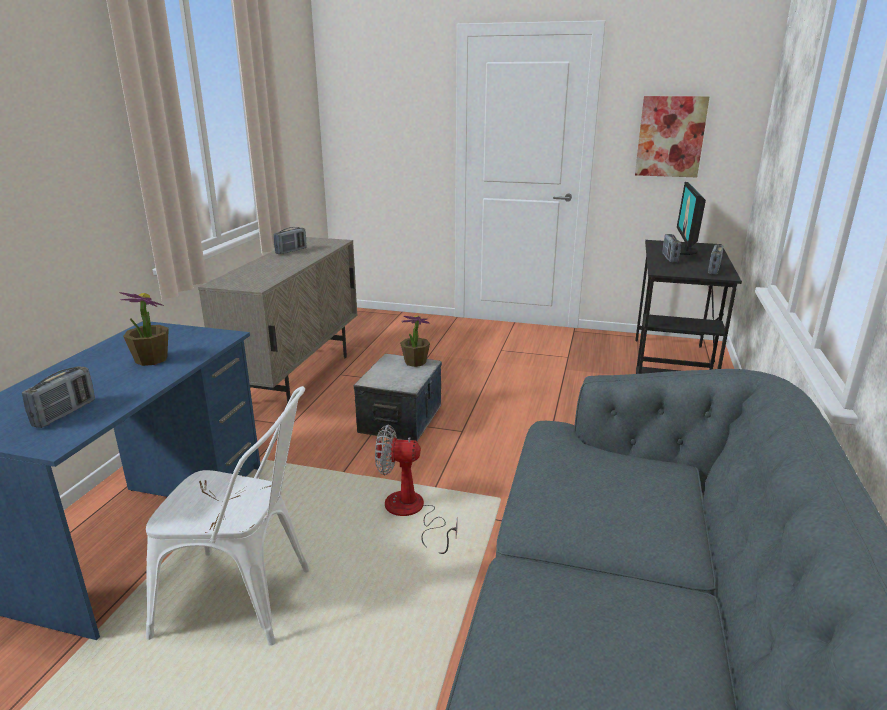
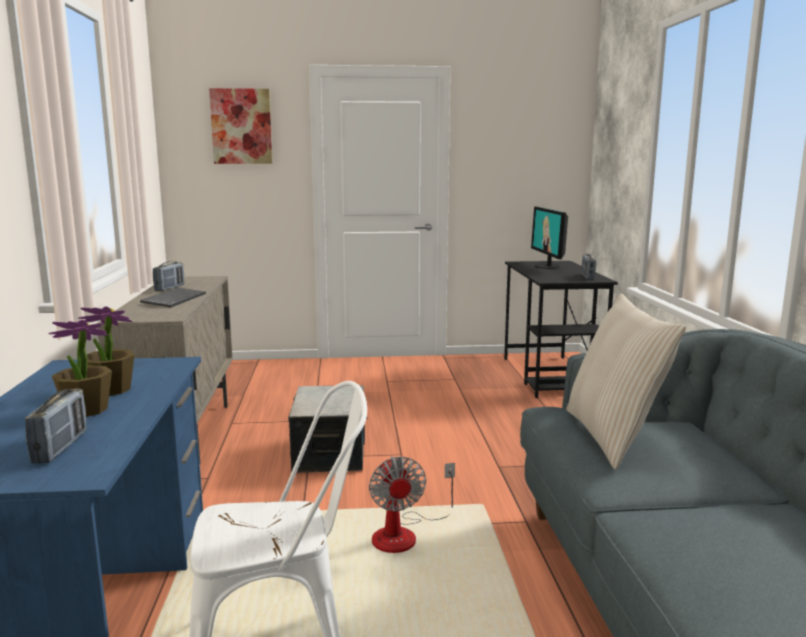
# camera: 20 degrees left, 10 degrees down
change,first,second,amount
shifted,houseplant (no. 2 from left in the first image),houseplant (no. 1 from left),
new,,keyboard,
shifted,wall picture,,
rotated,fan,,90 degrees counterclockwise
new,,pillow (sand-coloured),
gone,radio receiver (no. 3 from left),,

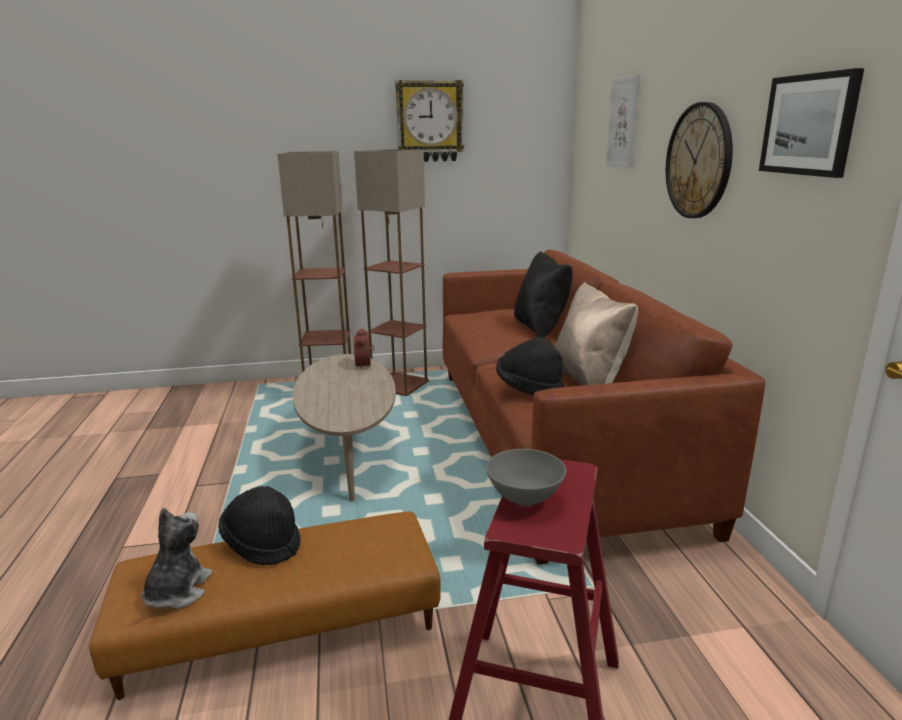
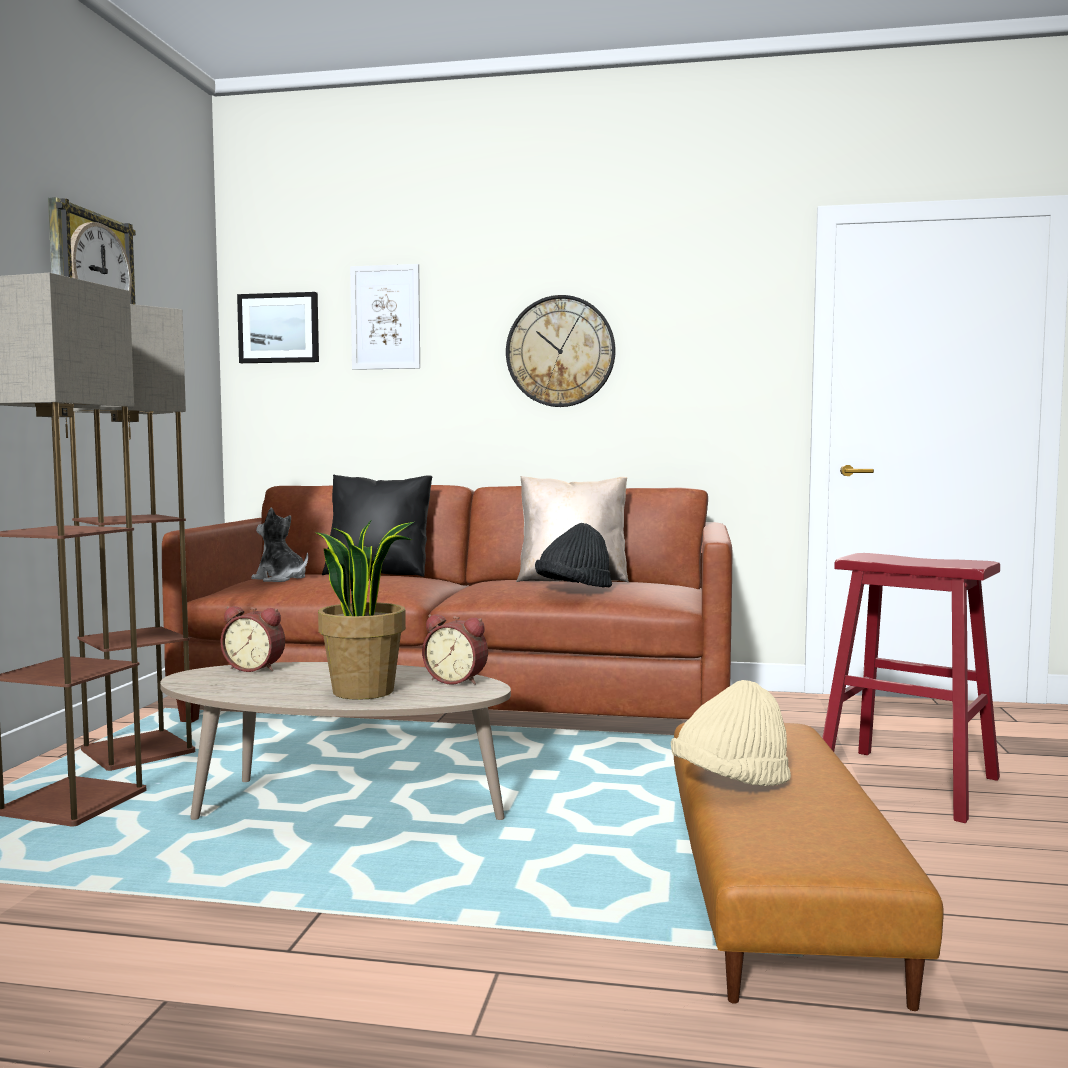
# camera: 70 degrees left, 15 degrees down
change,first,second,amount
shifted,wall picture (no. 2 from left in the first image),wall picture (no. 1 from left),
shifted,cuddly toy,,
new,,houseplant,
new,,table clock (no. 2 from left),
repainted,wearable hat (blackish) (no. 1 from left),wearable hat (sand-coloured),
gone,bowl (gray),,

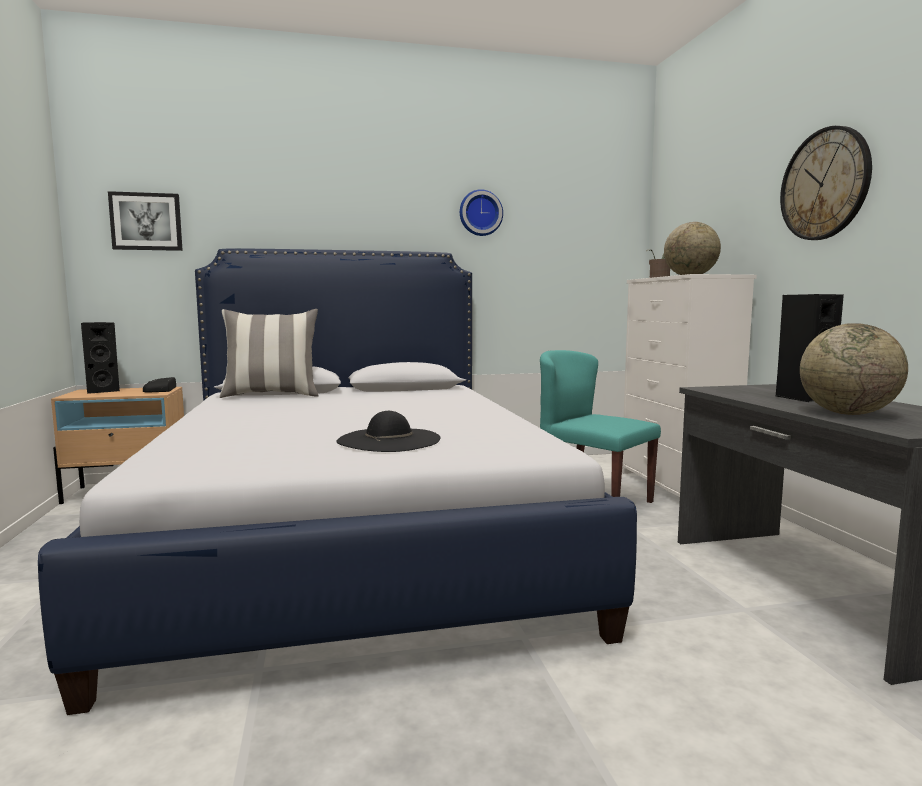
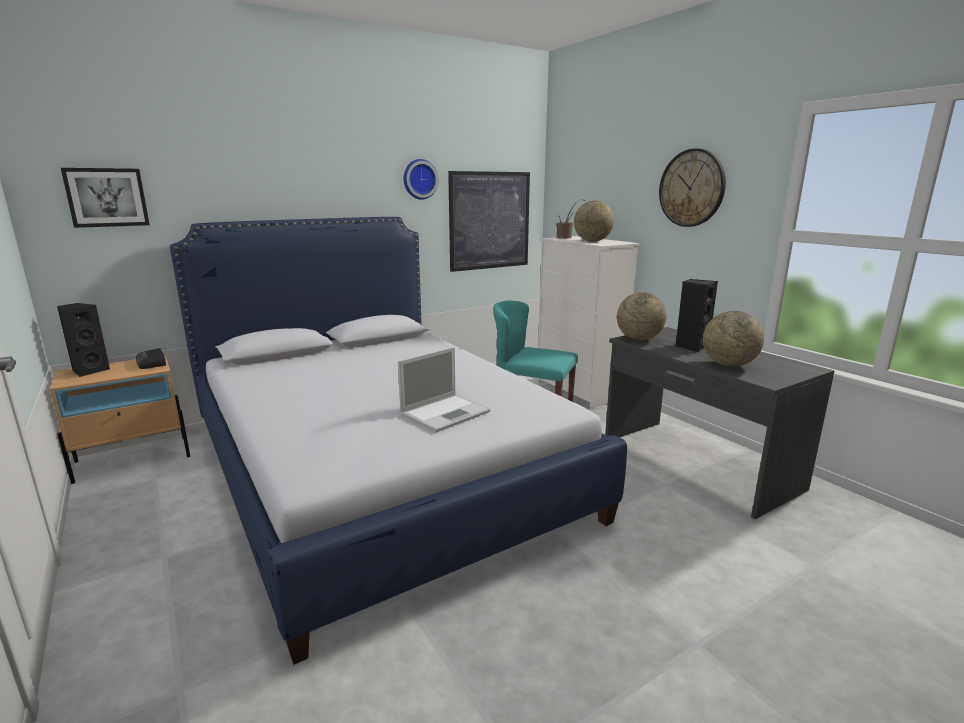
# camera: 20 degrees left, 10 degrees up
change,first,second,amount
swapped,wearable hat (blackish),portable computer,
new,,wall picture (no. 2 from left),
new,,world globe (no. 2 from left),
gone,pillow,,

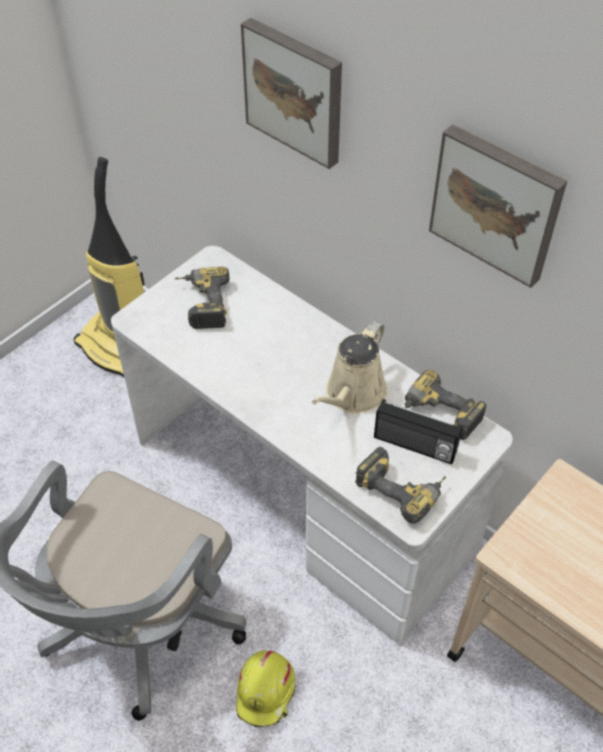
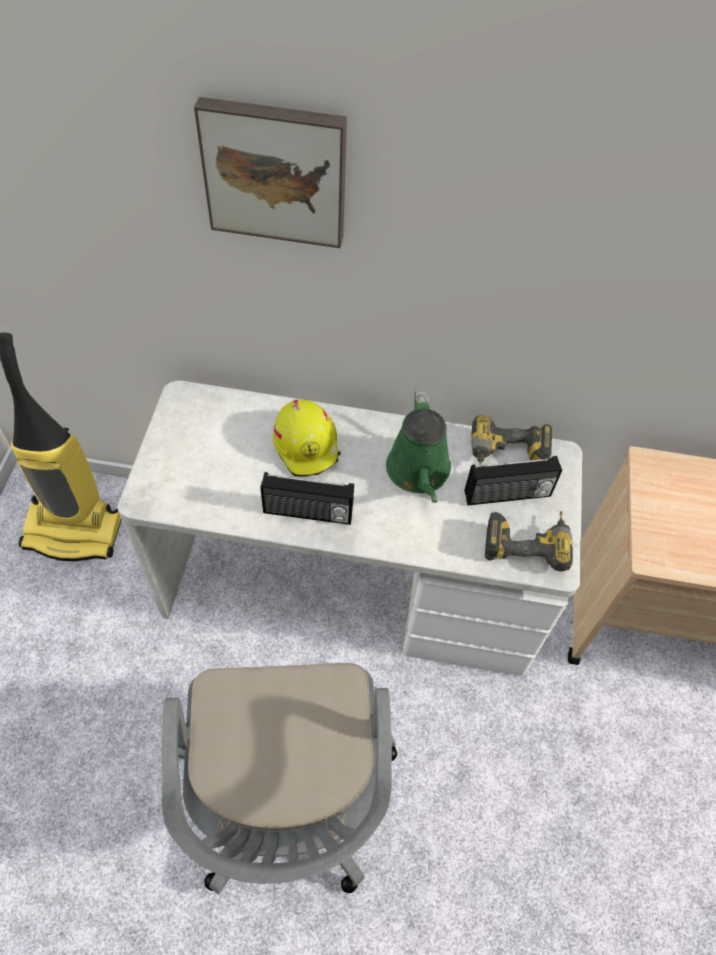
# camera: 35 degrees left, 5 degrees up
change,first,second,amount
new,,radio receiver (no. 1 from left),
shifted,hard hat (yellowish),,
repainted,sprinkling can (sand-coloured),sprinkling can (green),
gone,drill (no. 1 from left),,
gone,wall picture (no. 2 from left),,

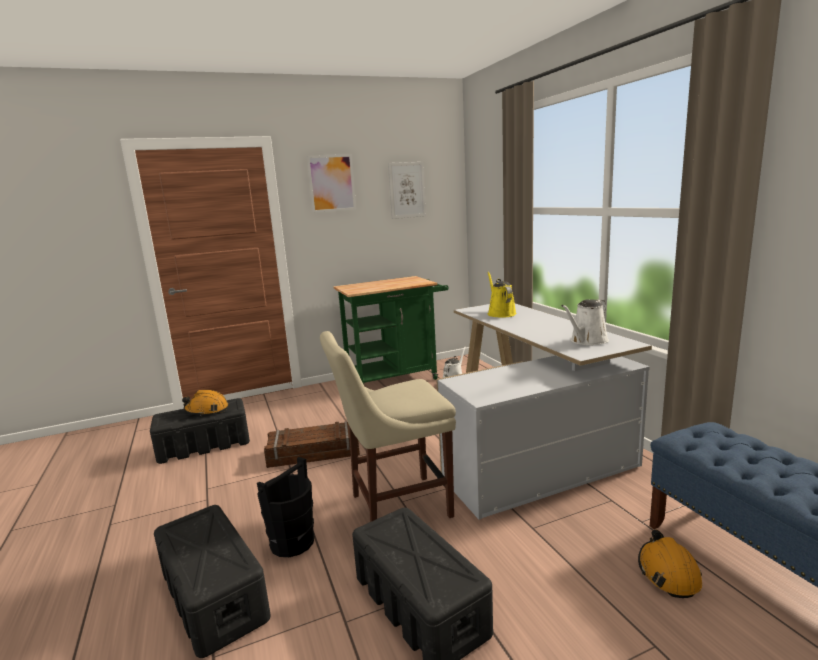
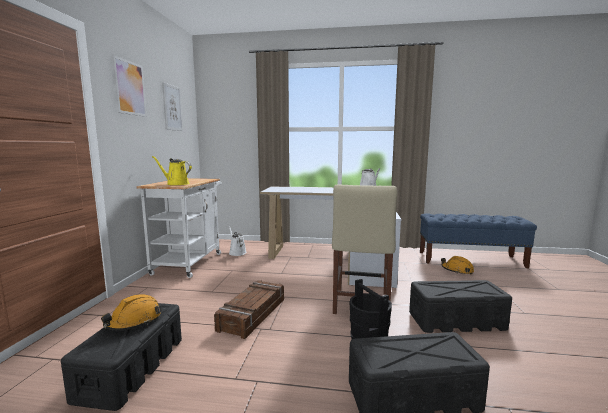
# camera: 60 degrees left, 5 degrees down
change,first,second,amount
repainted,trolley (green),trolley (white),
shifted,sprinkling can (yellowish),,

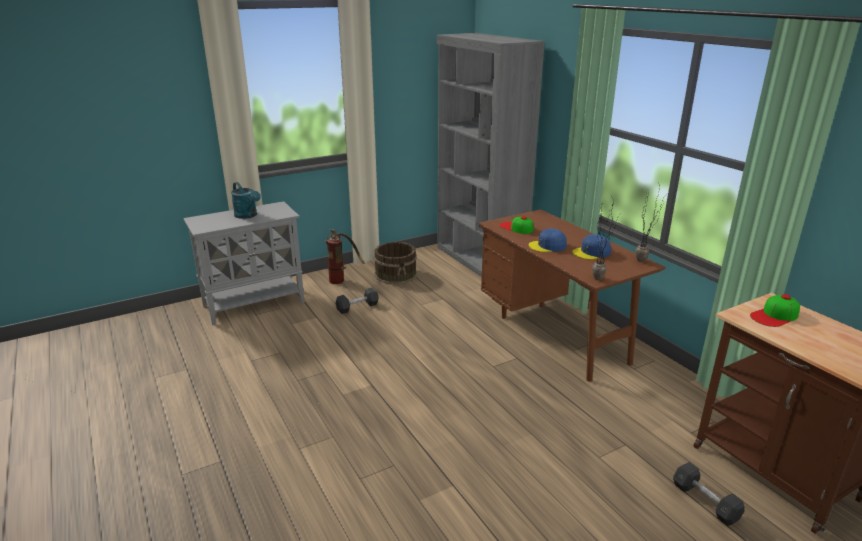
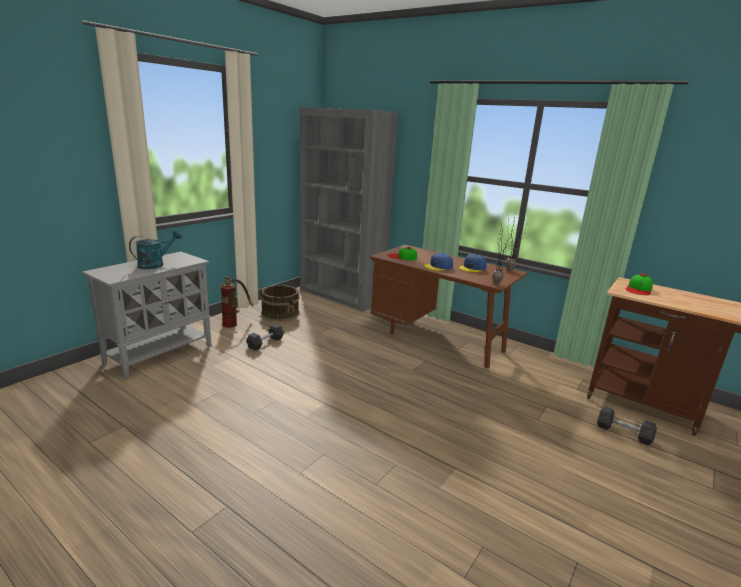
# camera: 25 degrees left, 5 degrees down
change,first,second,amount
rotated,sprinkling can (turquoise-coloured),,75 degrees counterclockwise

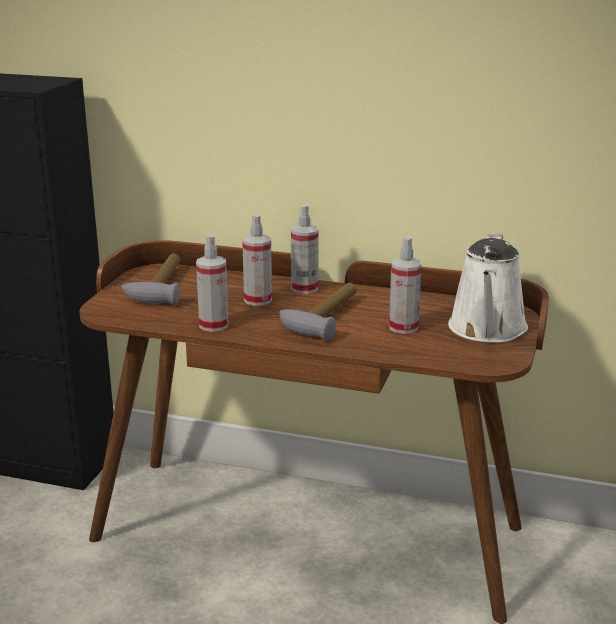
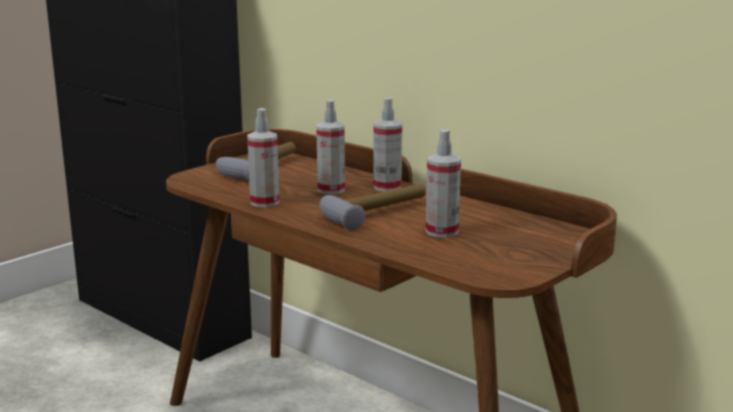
# camera: 25 degrees right, 5 degrees down
change,first,second,amount
gone,sprinkling can (white),,

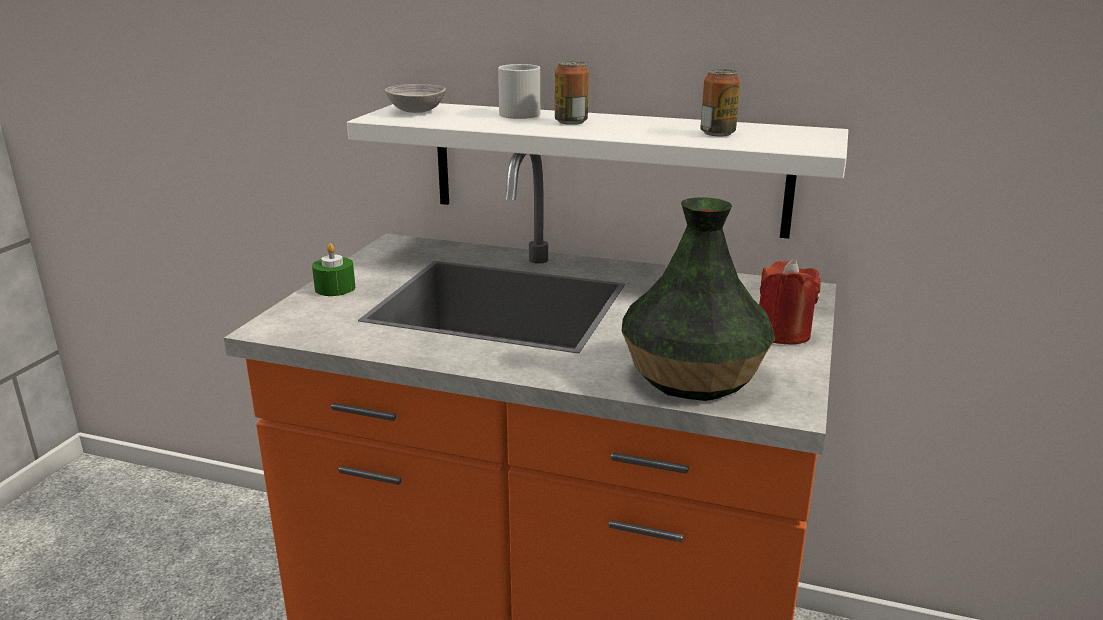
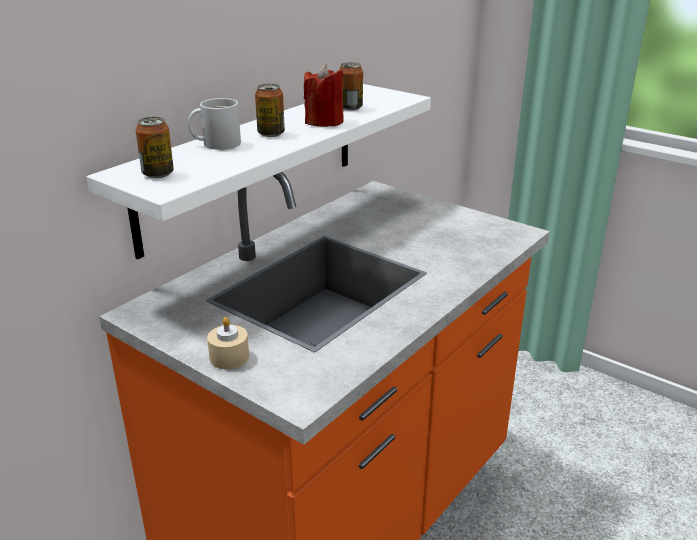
# camera: 70 degrees left, 5 degrees up
change,first,second,amount
swapped,bowl (gray),can (no. 1 from left),
repainted,wax candle (green),wax candle (sand-coloured),
shifted,wax candle (red),,
gone,decorative vase,,

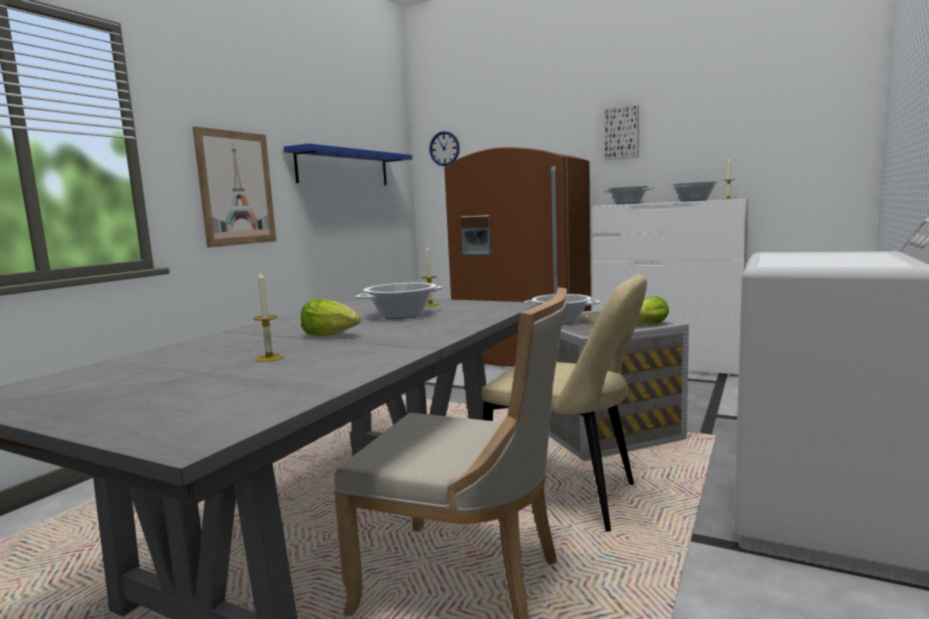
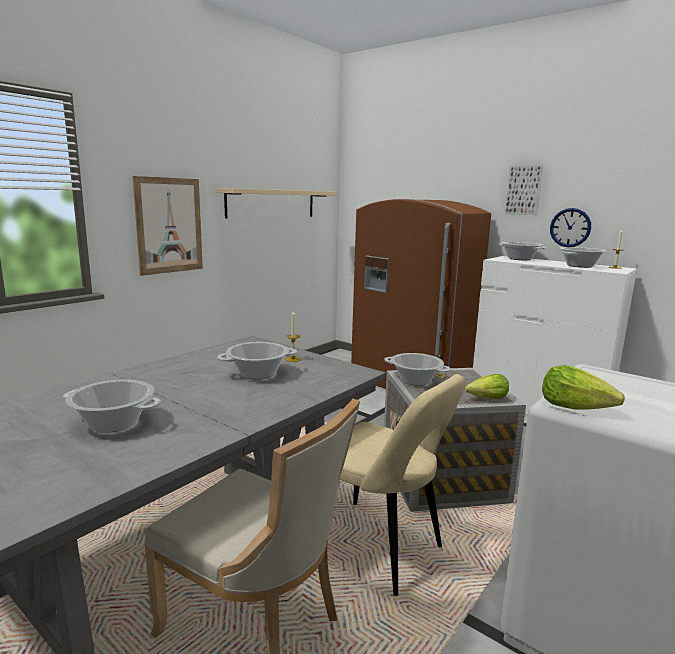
# camera: 10 degrees right, 5 degrees up
change,first,second,amount
swapped,wax candle (no. 1 from left),cooking pot (no. 1 from left),
repainted,bracket shelf (blue-coloured),bracket shelf (sand-coloured),
shifted,lettuce (no. 1 from left in the first image),lettuce (no. 2 from left),
shifted,wall clock,,

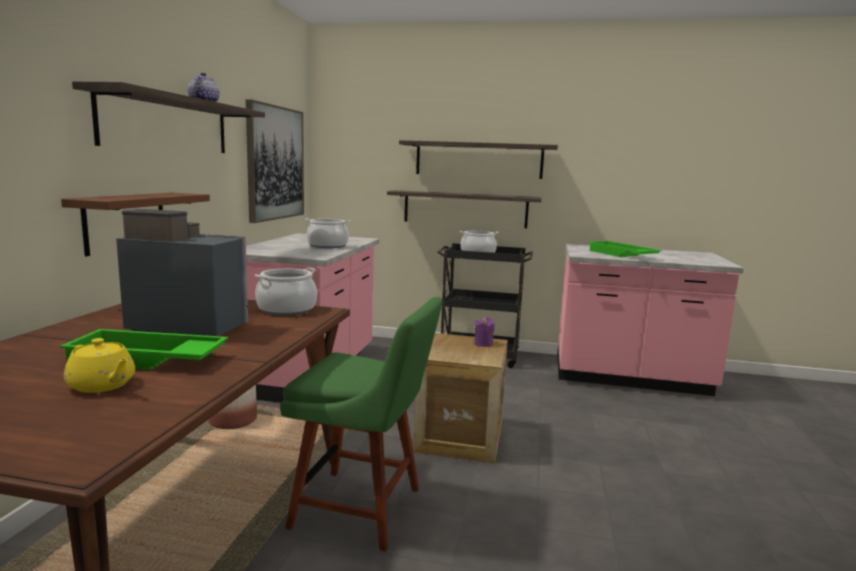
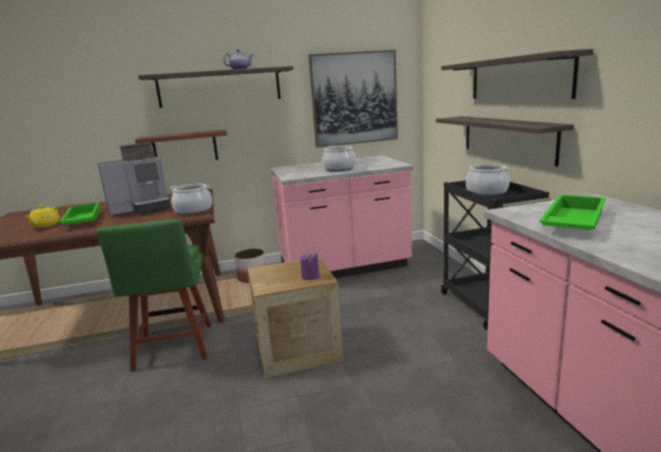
# camera: 65 degrees right, 5 degrees up
change,first,second,amount
rotated,coffee brewer,,75 degrees clockwise

